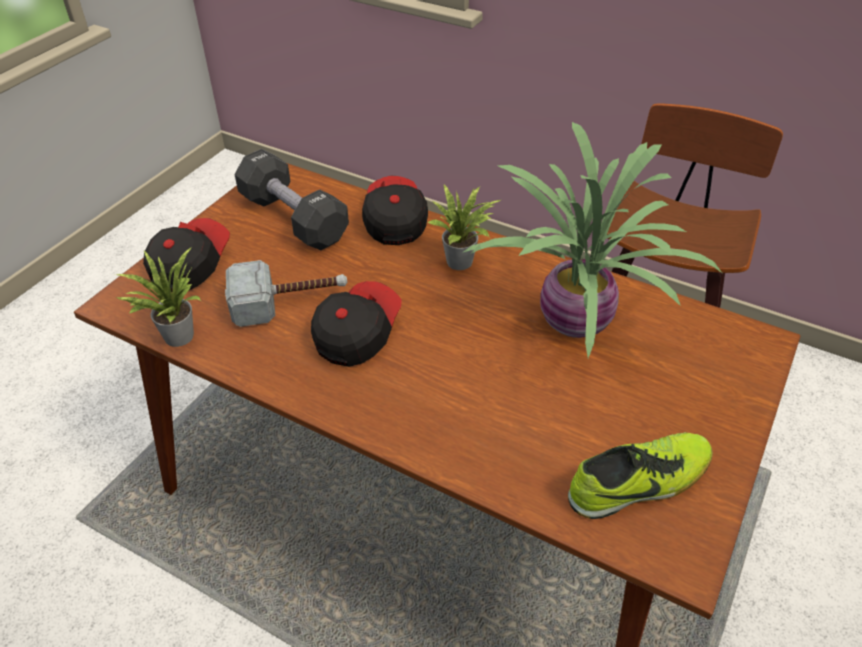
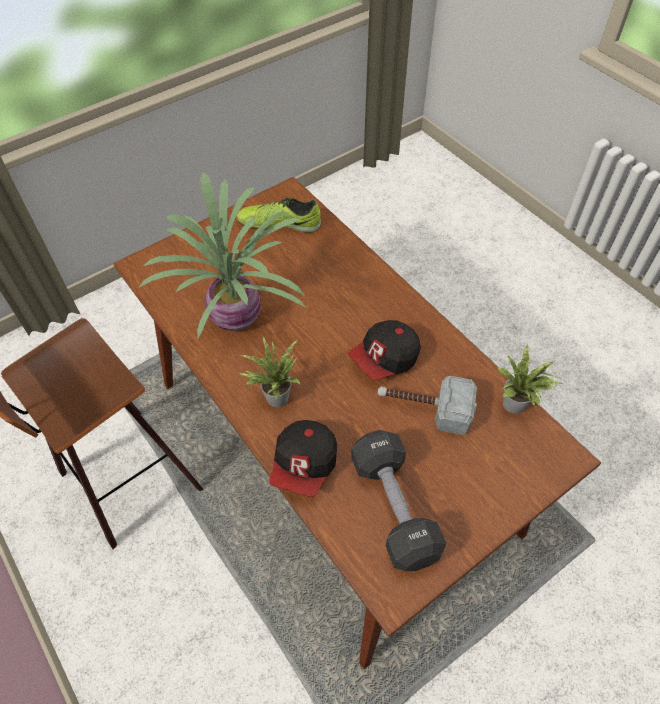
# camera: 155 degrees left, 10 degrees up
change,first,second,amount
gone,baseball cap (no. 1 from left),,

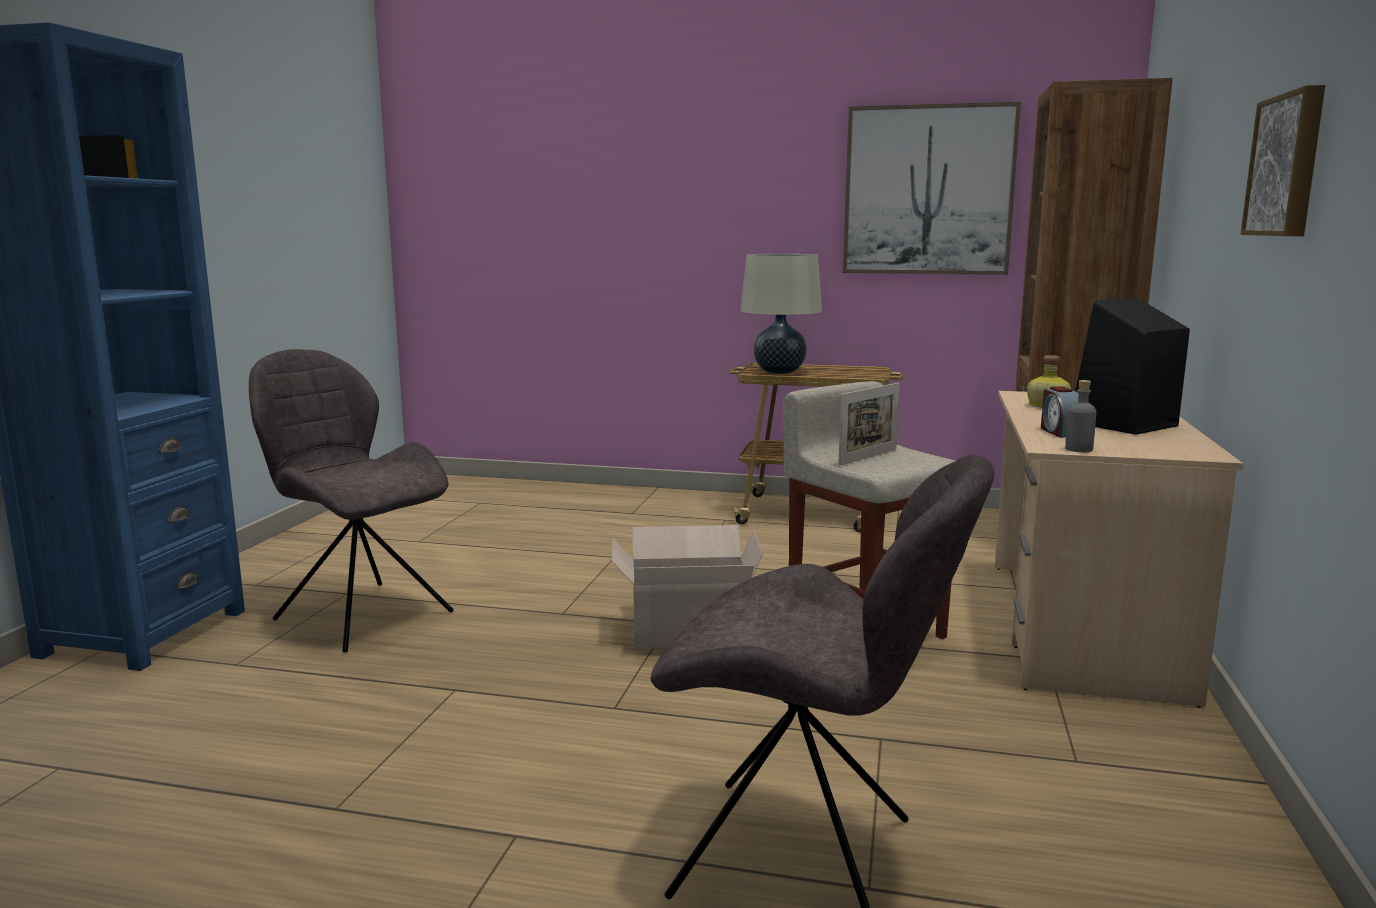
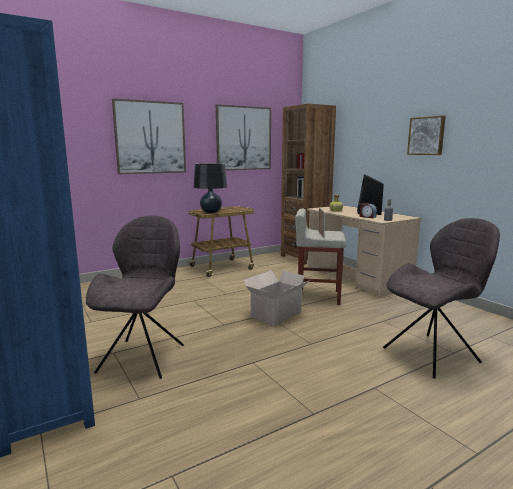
# camera: 45 degrees left, 0 degrees up
change,first,second,amount
rotated,plain chair (gray) (no. 1 from left),,105 degrees clockwise
new,,wall picture (no. 1 from left),
repainted,tabletop lamp (sand-coloured),tabletop lamp (blackish),

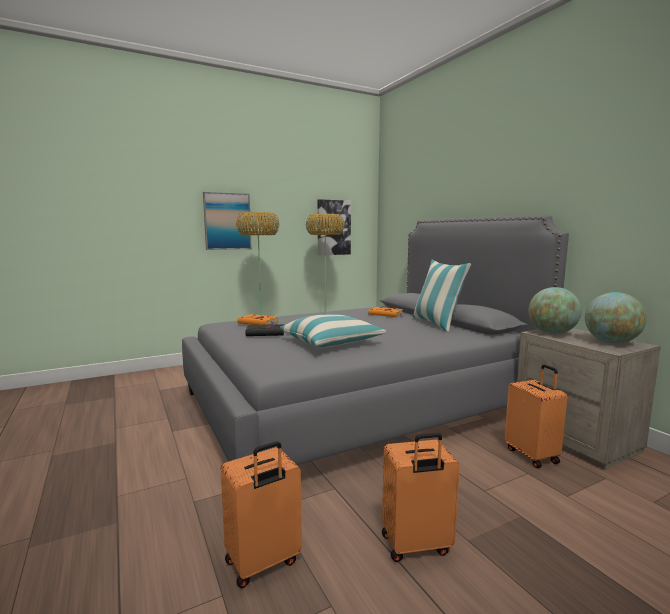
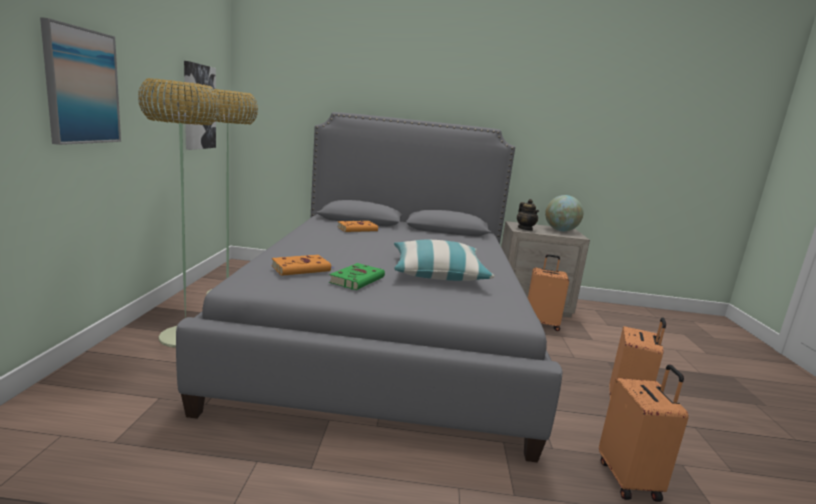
# camera: 60 degrees left, 5 degrees up
change,first,second,amount
repainted,volume (blackish),volume (green),
swapped,world globe (no. 1 from left),tea pot,
gone,pillow (no. 2 from left),,

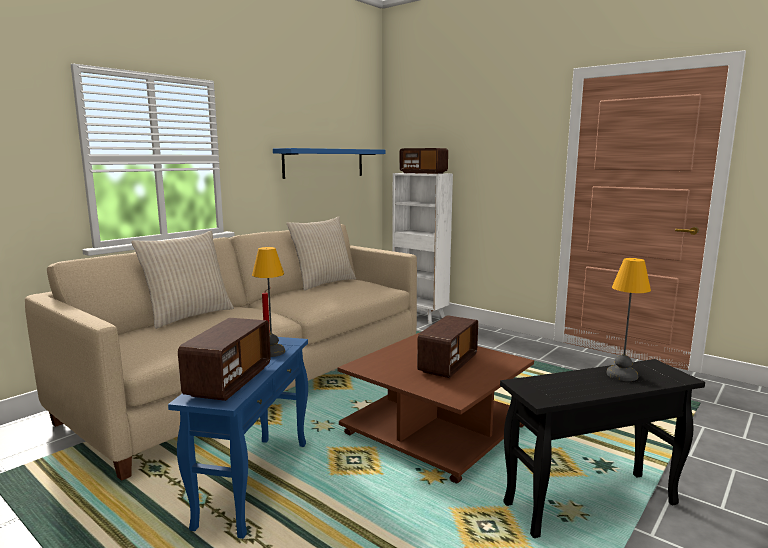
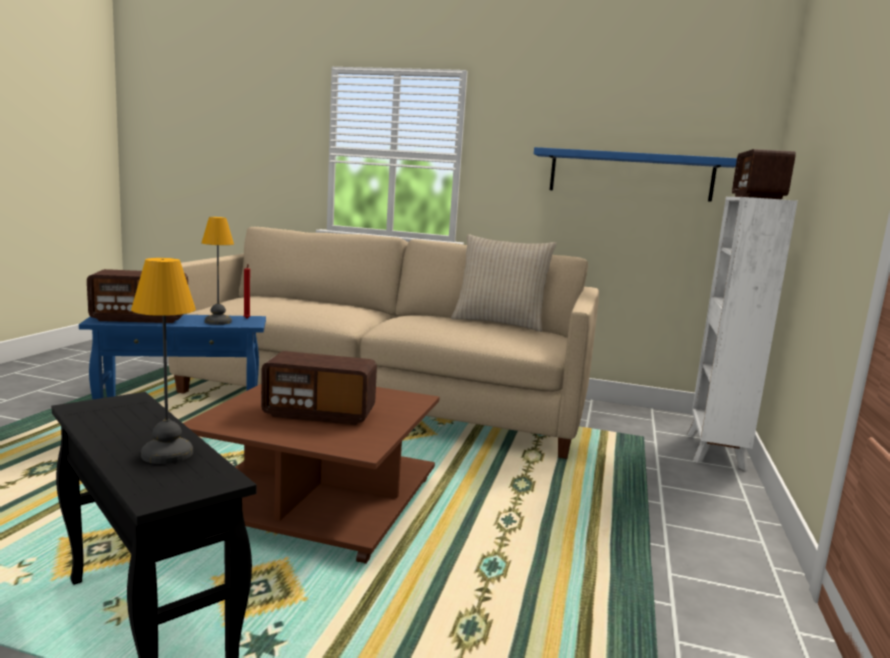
# camera: 65 degrees right, 0 degrees up
change,first,second,amount
gone,pillow (sand-coloured) (no. 1 from left),,

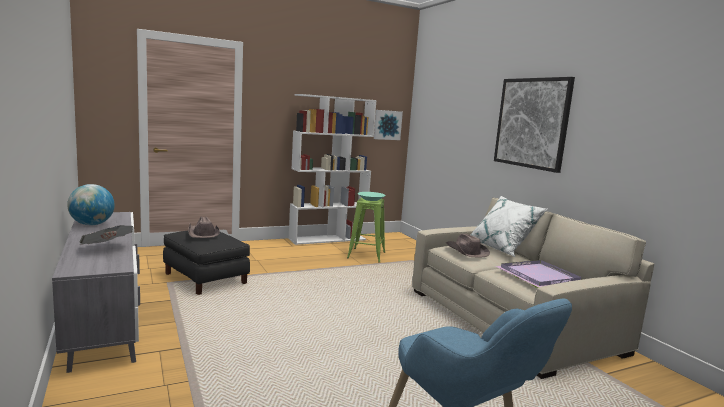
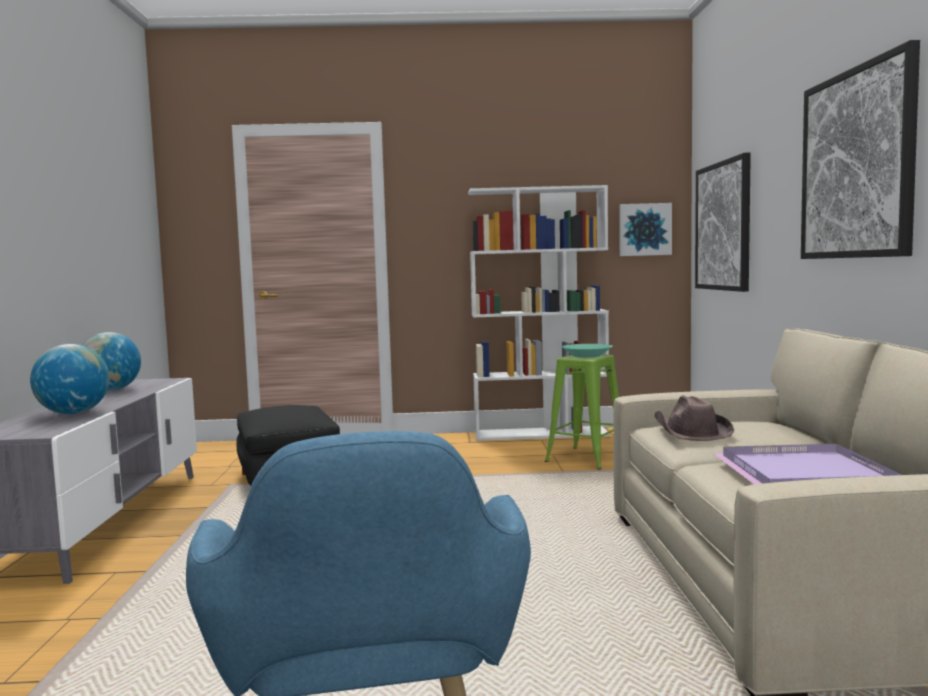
# camera: 25 degrees right, 5 degrees down
change,first,second,amount
swapped,newspaper,world globe (no. 1 from left),
new,,wall picture (no. 2 from left),
gone,wearable hat (brown) (no. 1 from left),,
gone,pillow (white),,

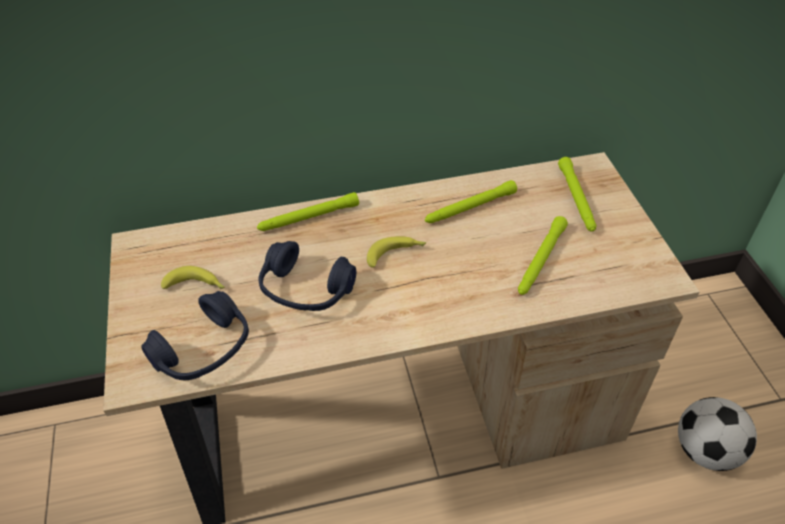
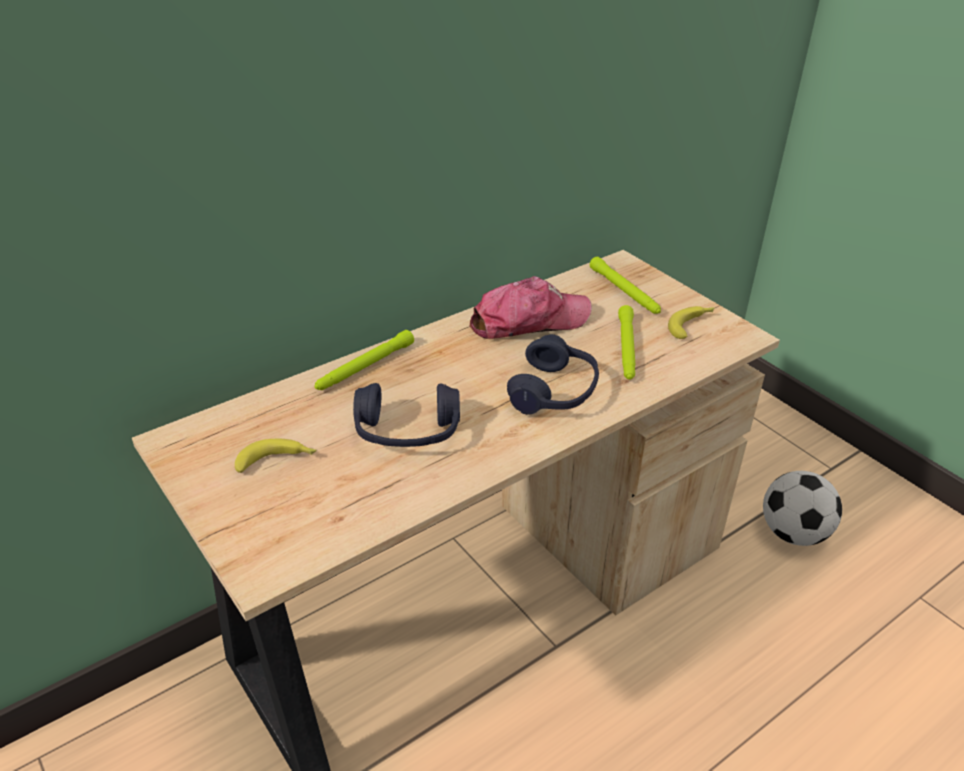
# camera: 25 degrees left, 10 degrees down
change,first,second,amount
swapped,hand torch (green) (no. 2 from left),baseball cap,
shifted,pair of headphones (blue-coloured) (no. 1 from left in the first image),pair of headphones (blue-coloured) (no. 2 from left),
shifted,whole banana (no. 2 from left),,

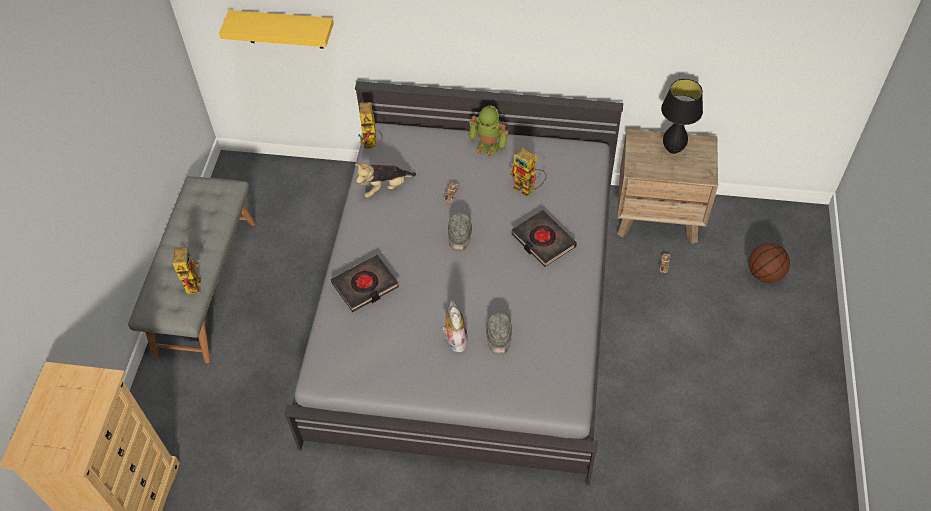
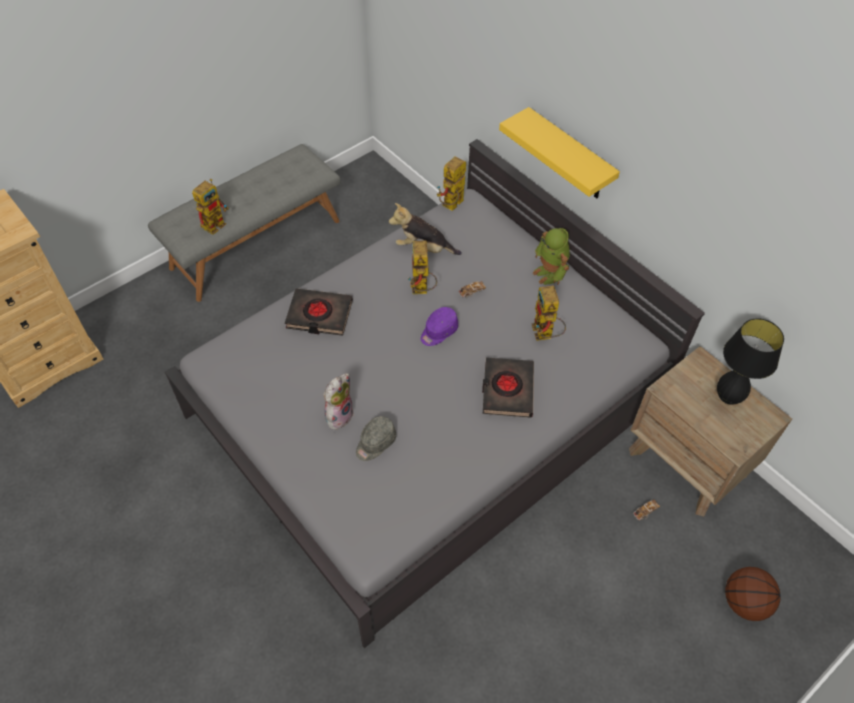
# camera: 40 degrees right, 0 degrees up
change,first,second,amount
new,,robot figure (no. 2 from left),
repainted,baseball cap (gray) (no. 1 from left),baseball cap (purple),
shifted,bracket shelf (yellowish),,

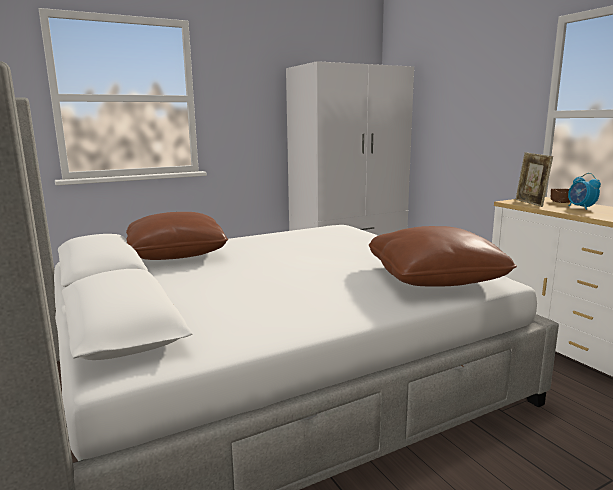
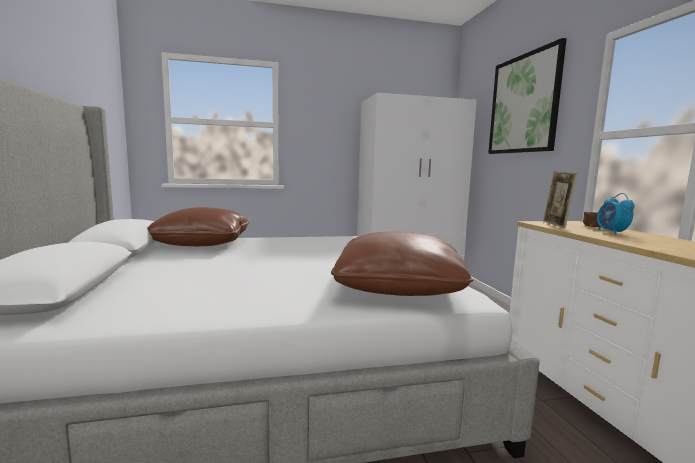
# camera: 15 degrees right, 5 degrees down
change,first,second,amount
new,,wall picture,

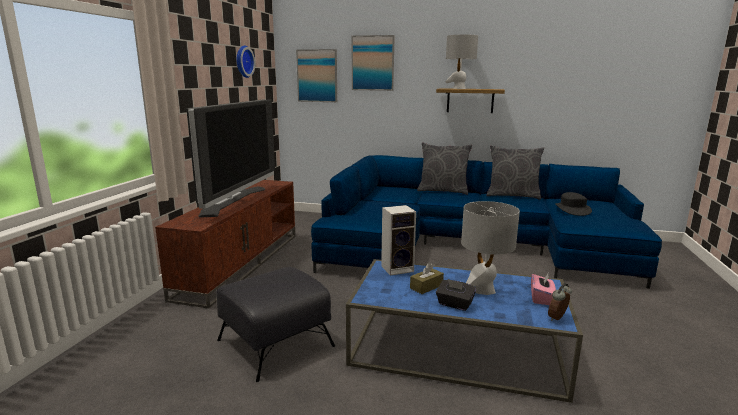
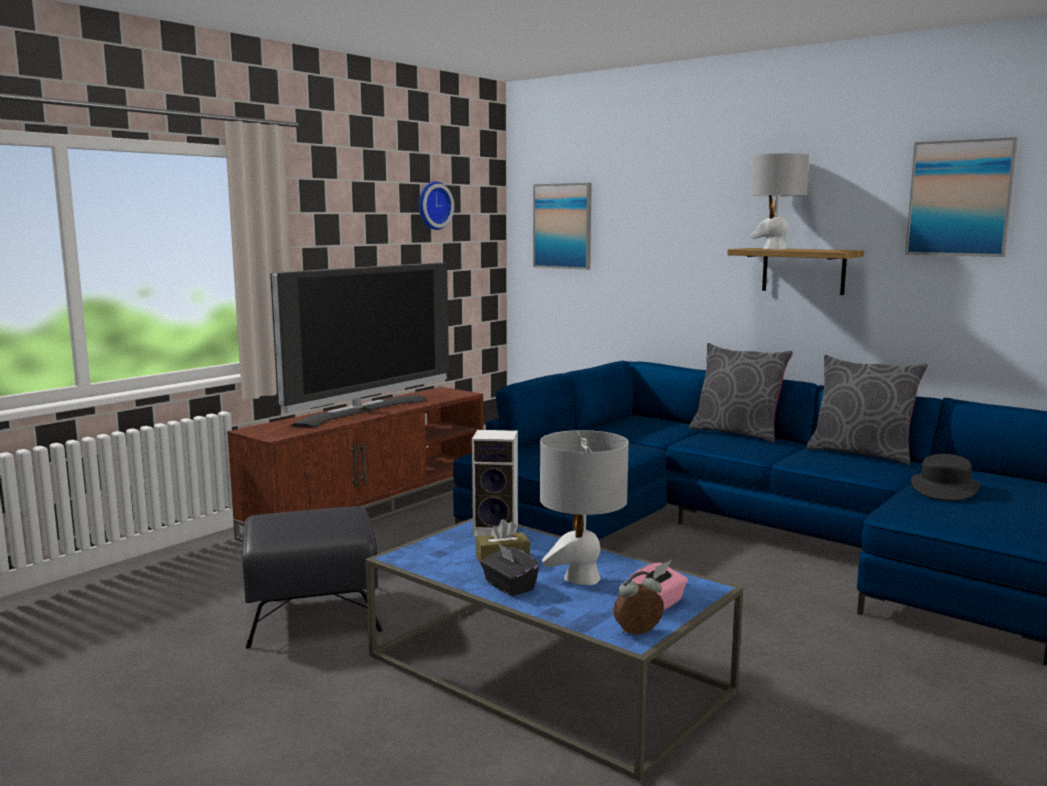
# camera: 25 degrees right, 5 degrees down
change,first,second,amount
shifted,wall picture (no. 2 from left),,

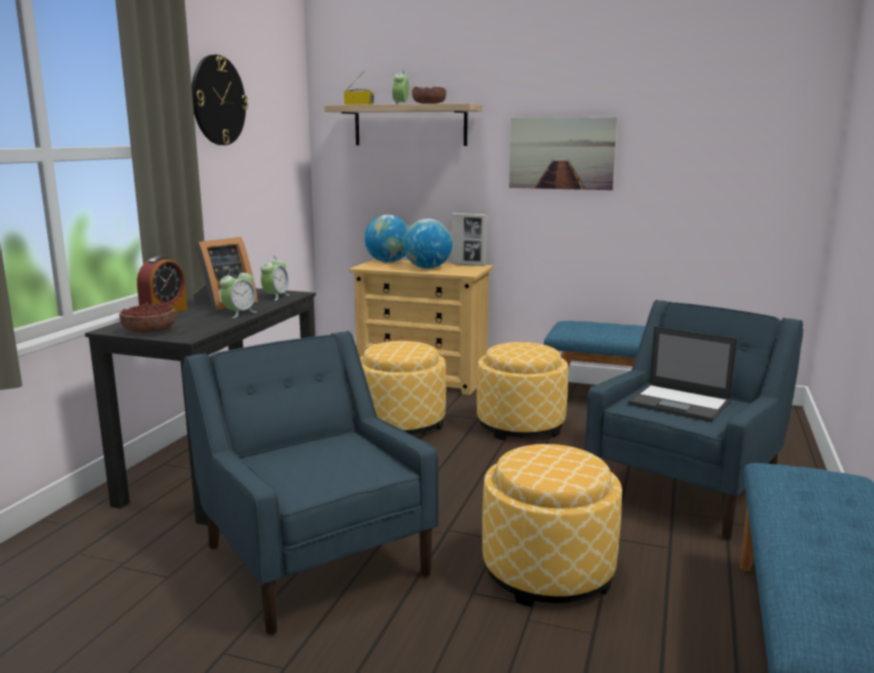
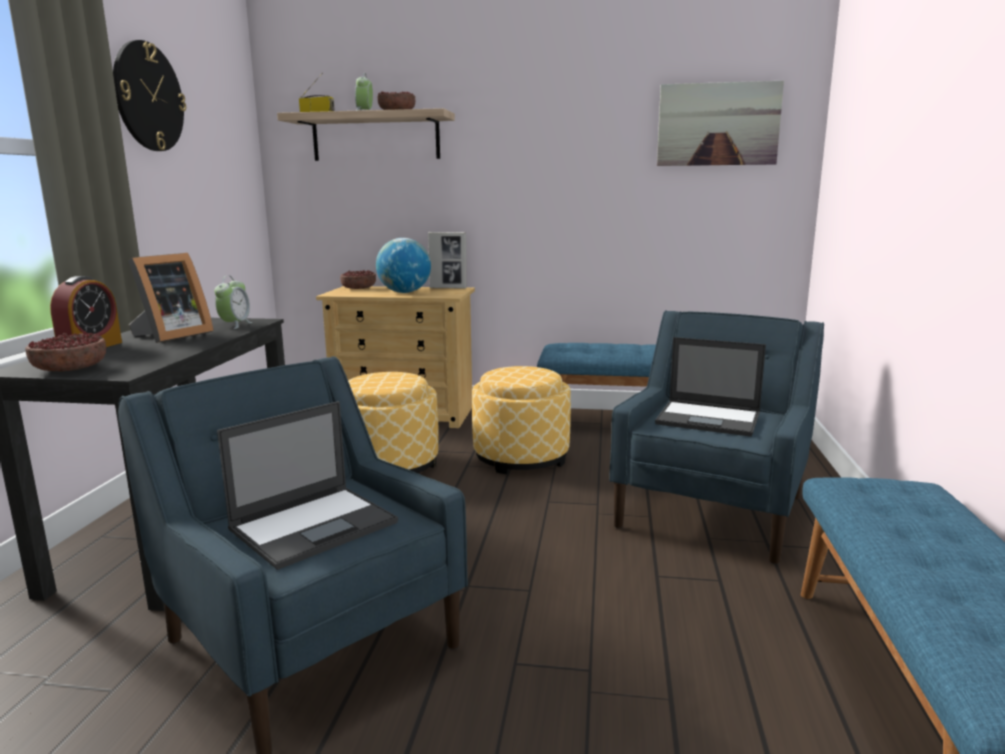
# camera: 10 degrees left, 0 degrees up
change,first,second,amount
new,,portable computer (no. 1 from left),
swapped,world globe (no. 1 from left),bowl (no. 2 from left),
shifted,wall picture,,
gone,table clock (no. 2 from left),,
gone,ottoman (no. 3 from left),,

